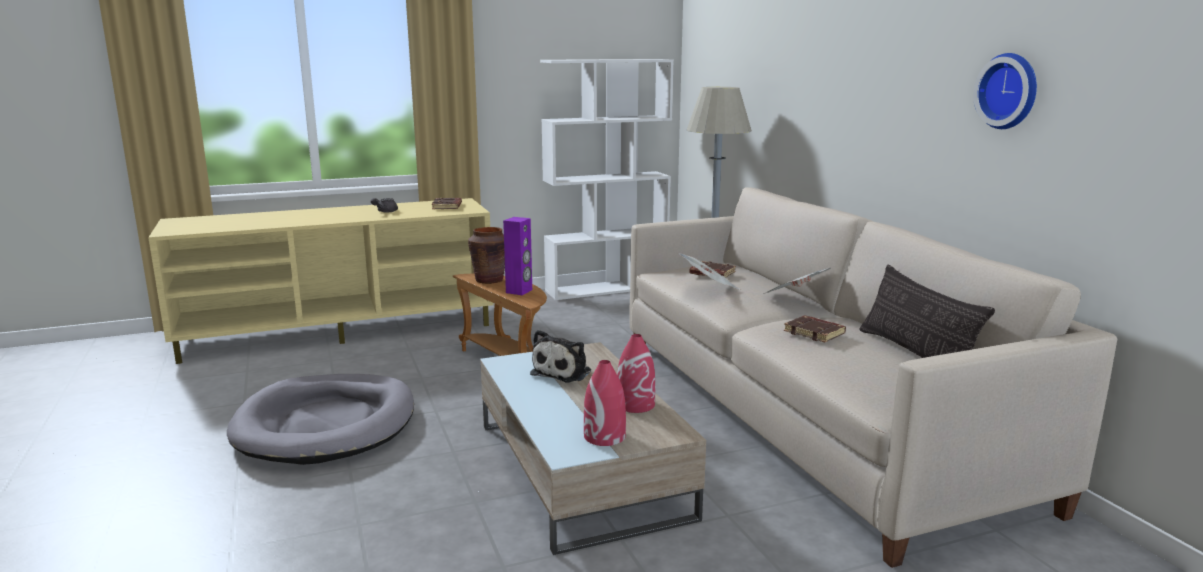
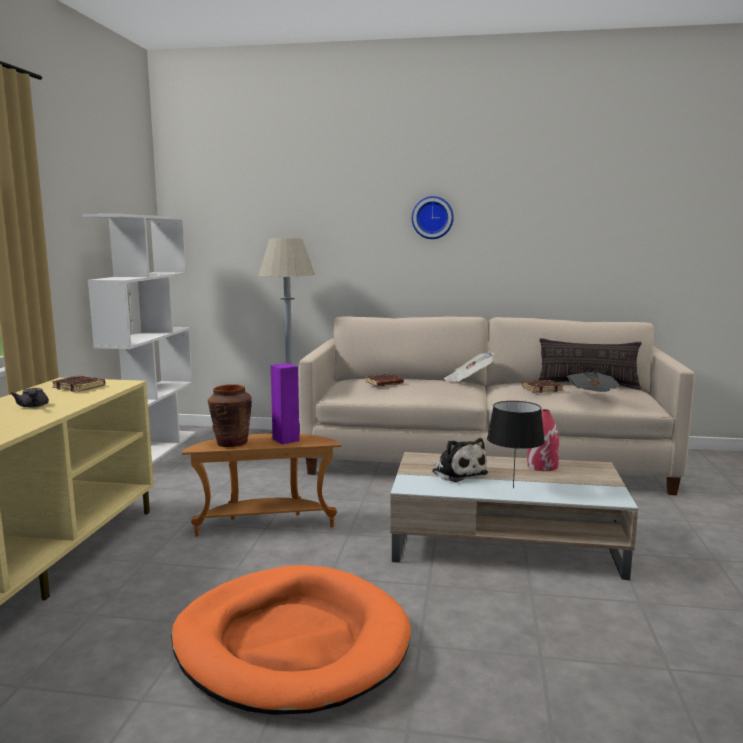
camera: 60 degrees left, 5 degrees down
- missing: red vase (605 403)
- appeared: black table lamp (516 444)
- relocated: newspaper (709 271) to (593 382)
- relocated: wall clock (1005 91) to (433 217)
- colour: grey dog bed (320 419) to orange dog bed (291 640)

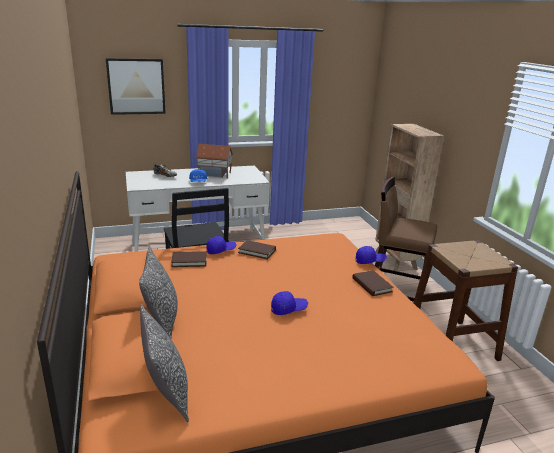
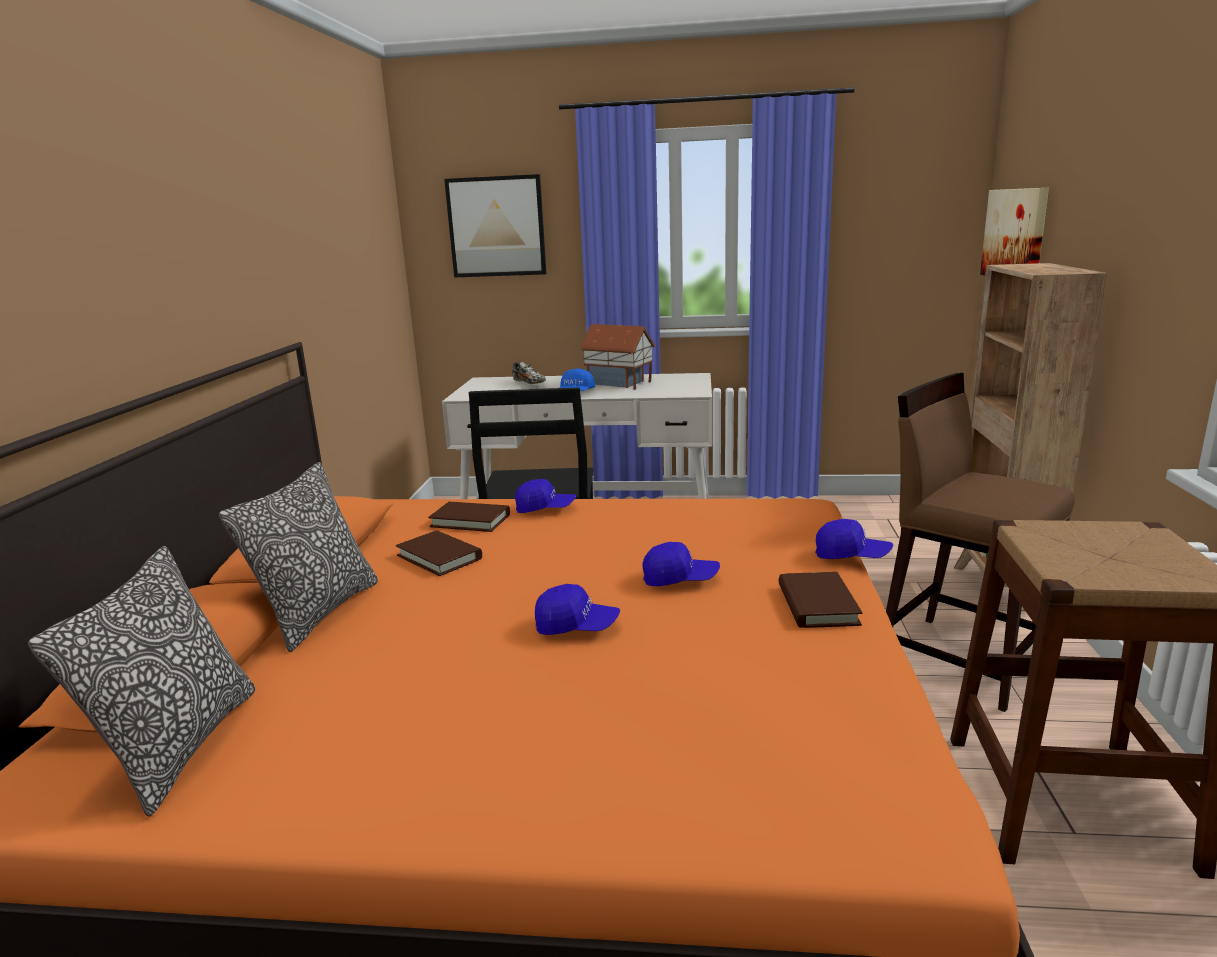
camera: 25 degrees right, 5 degrees down
- appeared: blue cap (681 564)
- appeared: picture (1014 232)
- relocated: brown book (257 249) to (439 553)

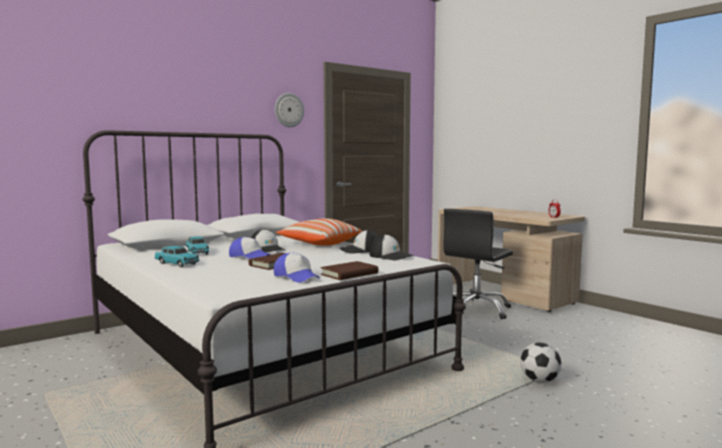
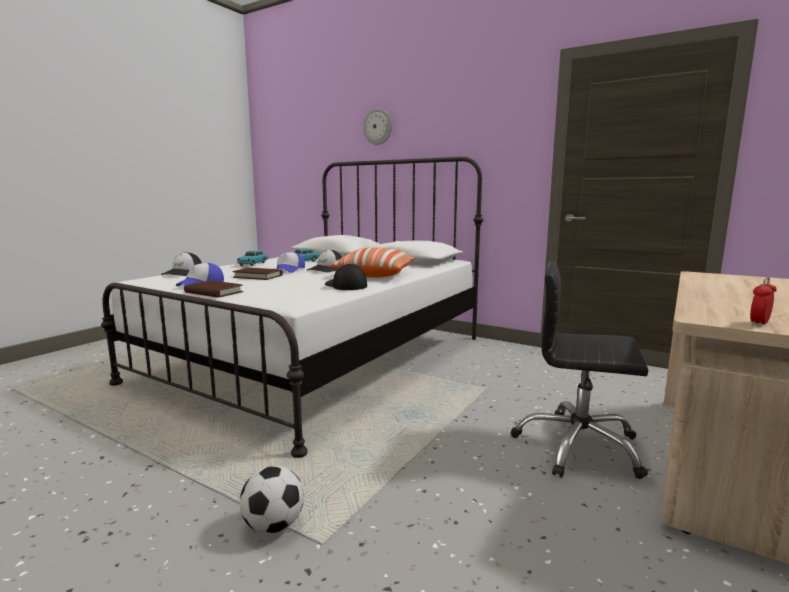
camera: 70 degrees right, 5 degrees up
- relocated: wall clock (289 110) to (377 126)
- relocated: cap (392 247) to (181 264)

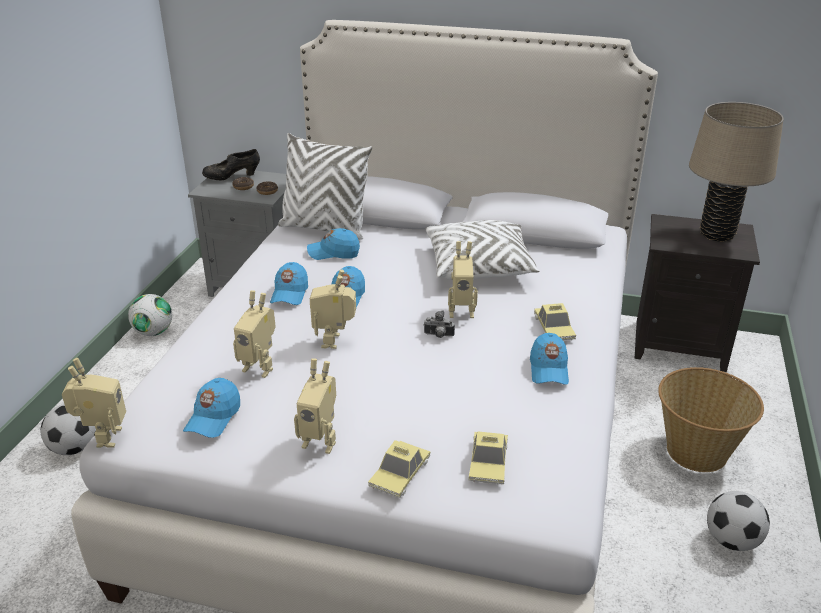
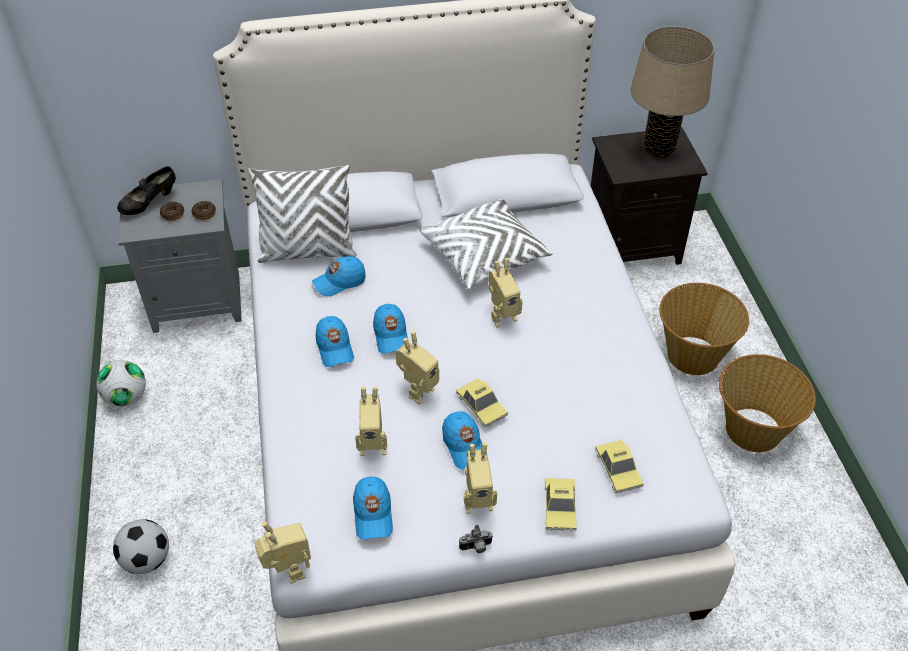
camera: 25 degrees left, 15 degrees up
- relocated: photo camera (439 324) to (476 539)
- relocated: blue cap (549 359) to (464 440)
- relocated: toy car (555 322) to (482 402)
- exchanged: football (738 521) to basket (767 403)
- spun: toy robot (333 309) = (417 367) 120 degrees counterclockwise

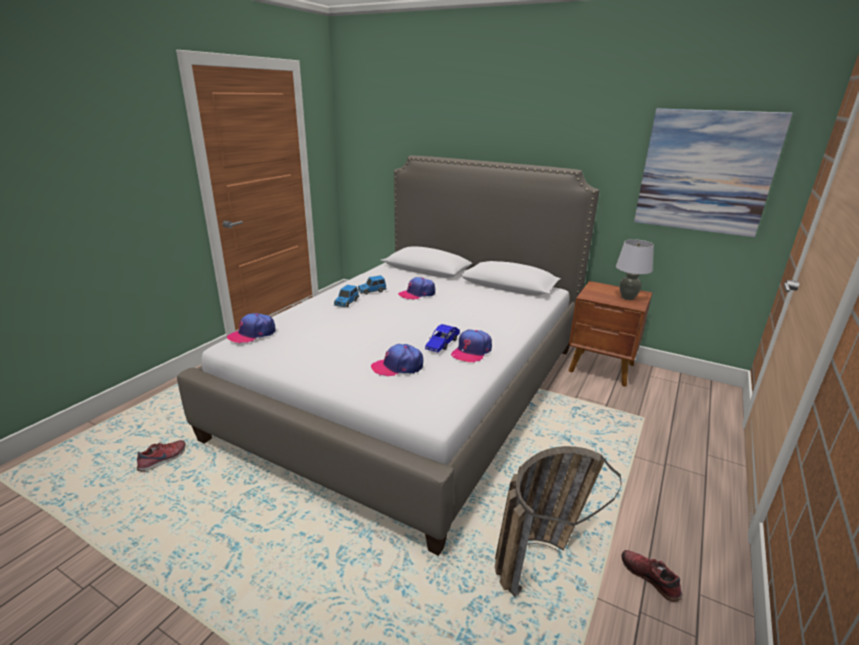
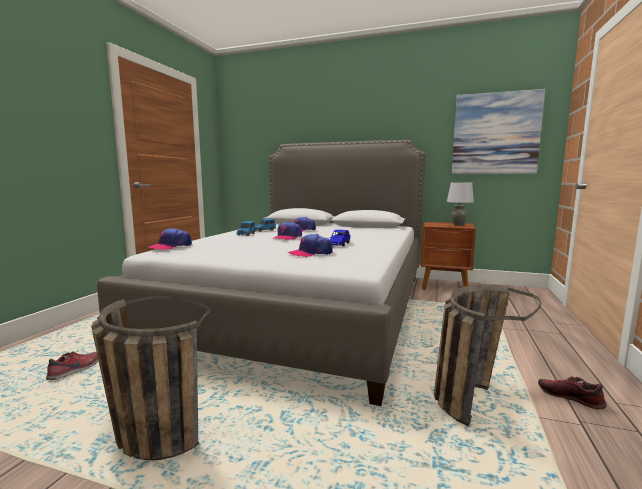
camera: 10 degrees left, 15 degrees down
- appeared: basket (151 377)
- relocated: cap (471 346) to (287 231)

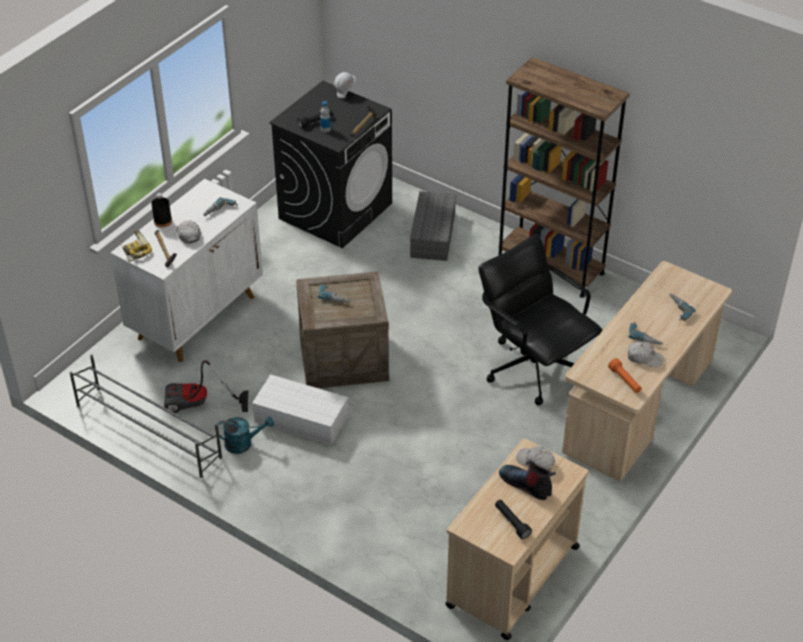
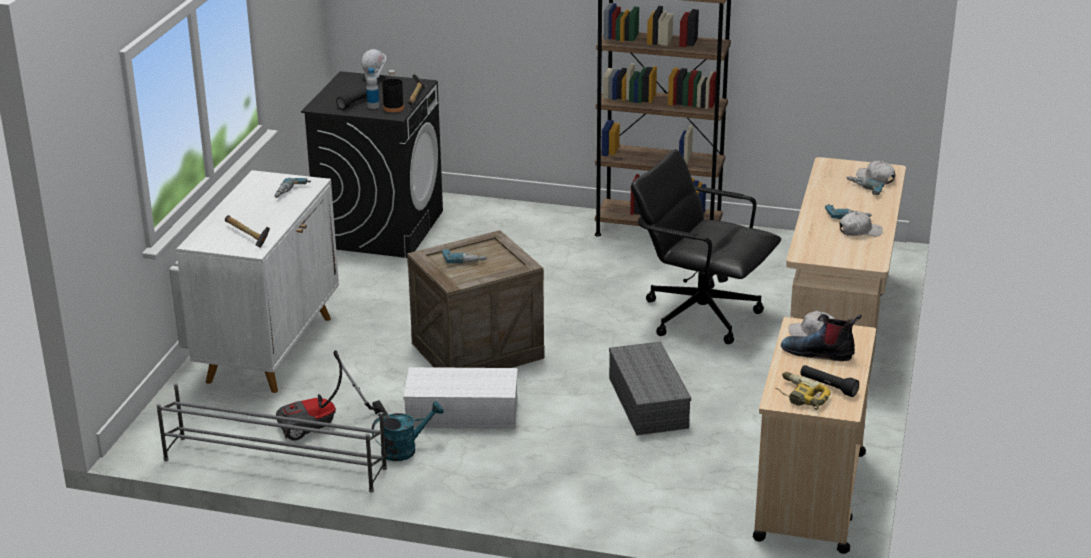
camera: 20 degrees left, 15 degrees down
- missing: orange flashlight (625 375)
- relocated: power drill (136 246) to (803 391)
- relocated: black bottle (161 210) to (393 91)
- relocated: white cap (189 232) to (875 172)
- relocated: grey storage box (433 226) to (650 388)

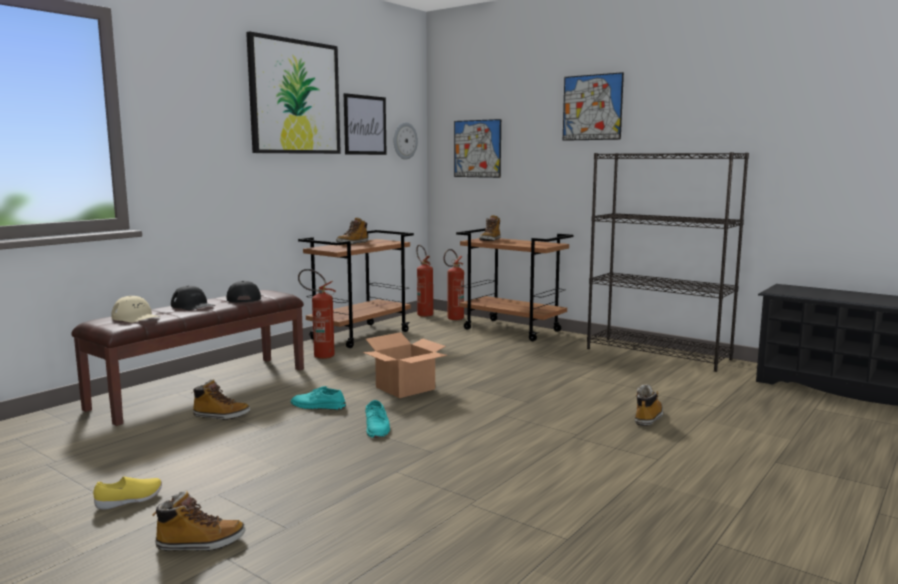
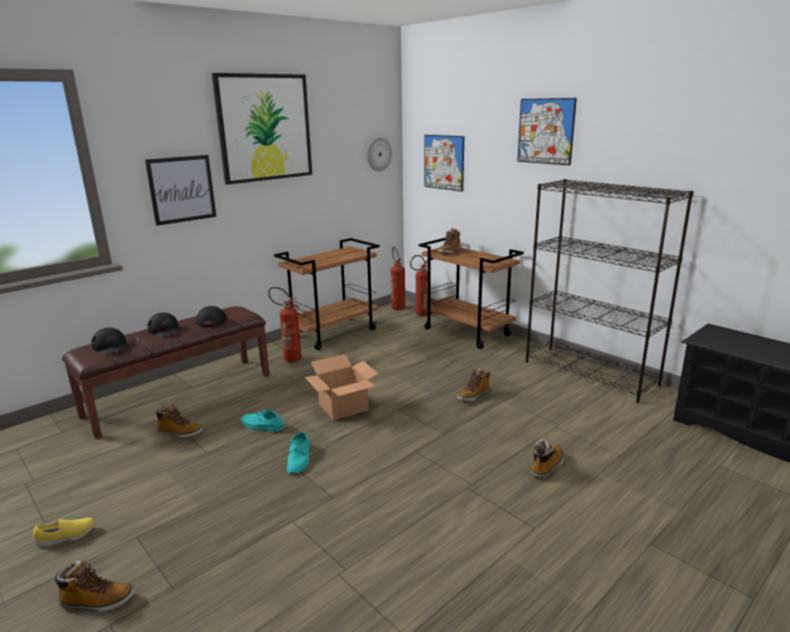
camera: 10 degrees right, 10 degrees up
- relocated: boot (352 230) to (473 384)
- relocated: picture (365 124) to (180 190)
- colour: beige cap (135 309) to black cap (110 341)

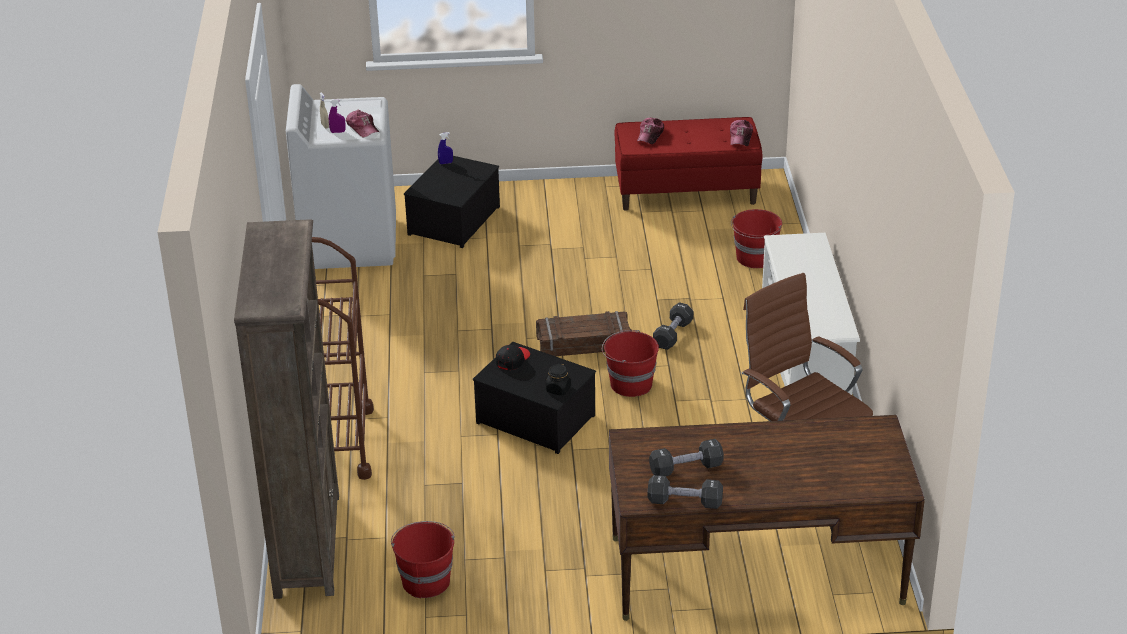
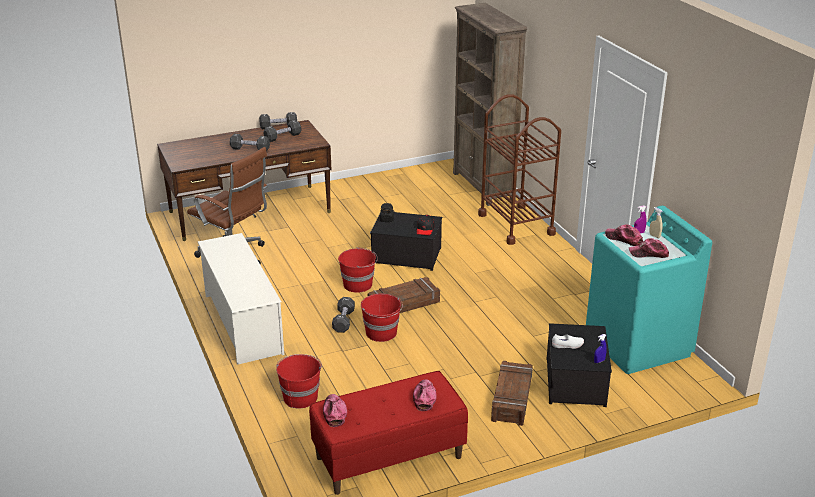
camera: 160 degrees right, 5 degrees down
- appeared: black dumbbell (250 142)
- appeared: crate (512 393)
- appeared: white shoe (568 341)
- appeared: cap (649 248)
- relocated: red bucket (423 559) to (382 318)
- colour: white washing machine (341 176) to turquoise washing machine (649 290)

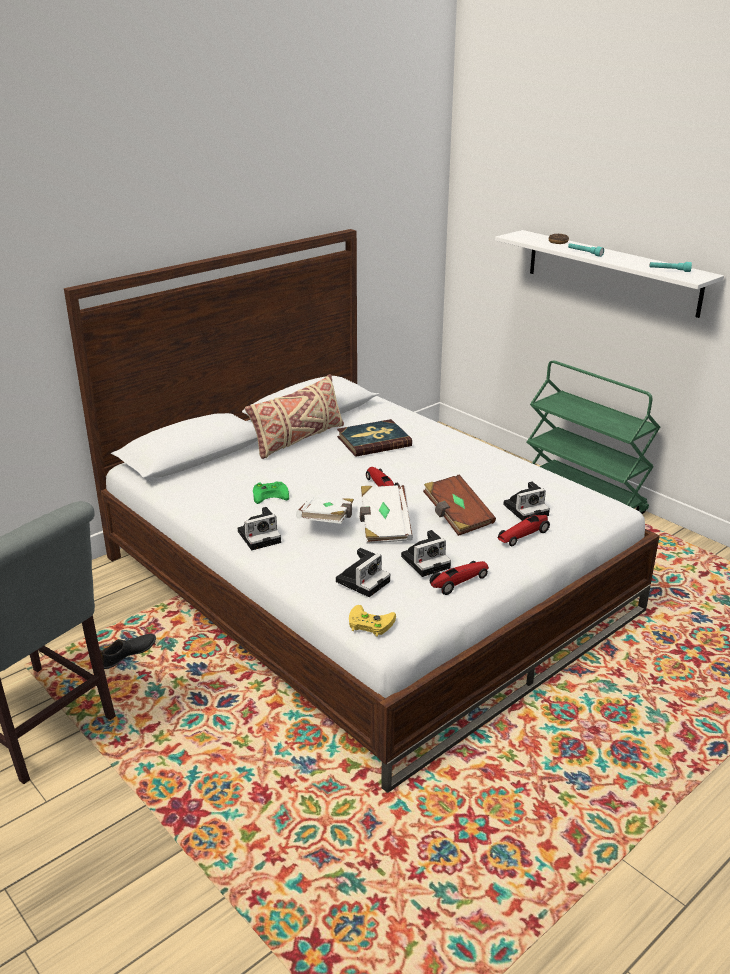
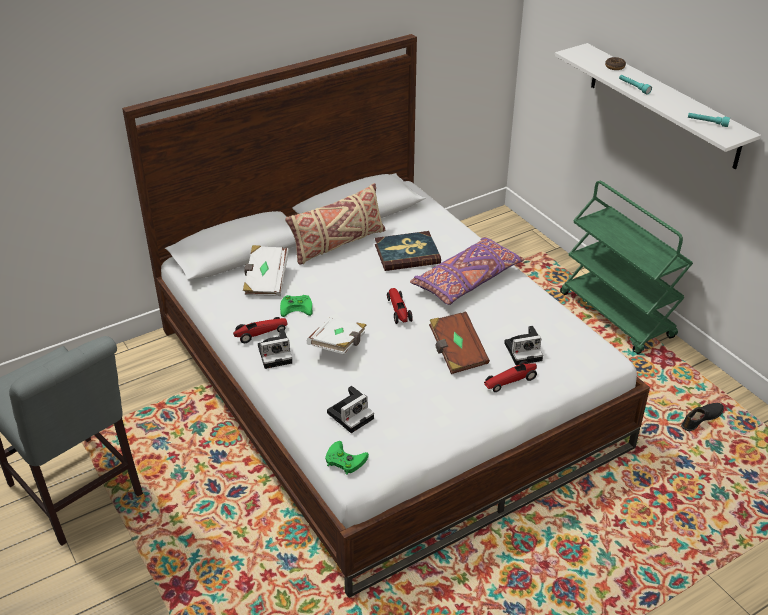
camera: 10 degrees right, 10 degrees up
- missing: photo camera (426 553)
- appeared: purple pillow (467 271)
- relocated: black shoe (128 651) to (702 417)
- relocated: white book (386 514) to (266 270)
- relocated: toy car (459 578) to (260 330)
- colour: yellow game controller (372 621) to green game controller (347 458)

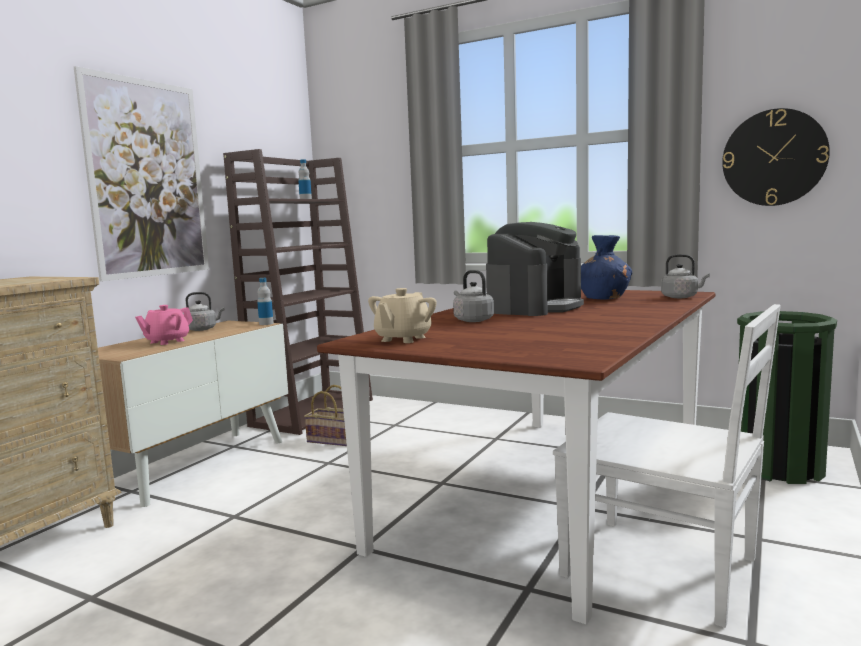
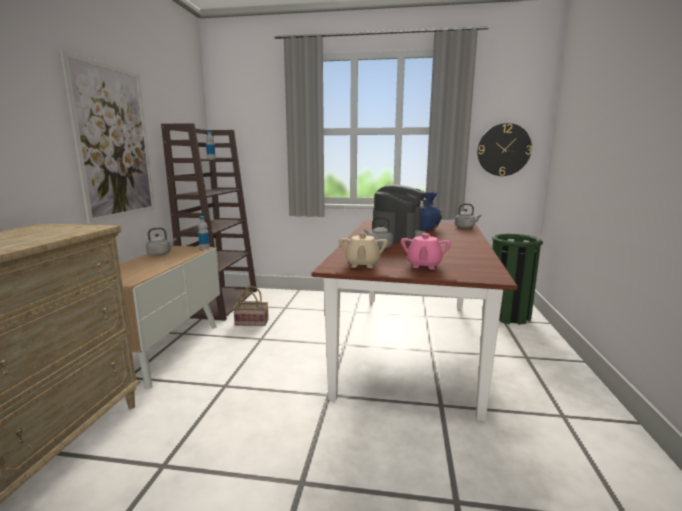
camera: 20 degrees left, 5 degrees up
- missing: white chair (667 466)
- relocated: pink teapot (164 325) to (426 251)

